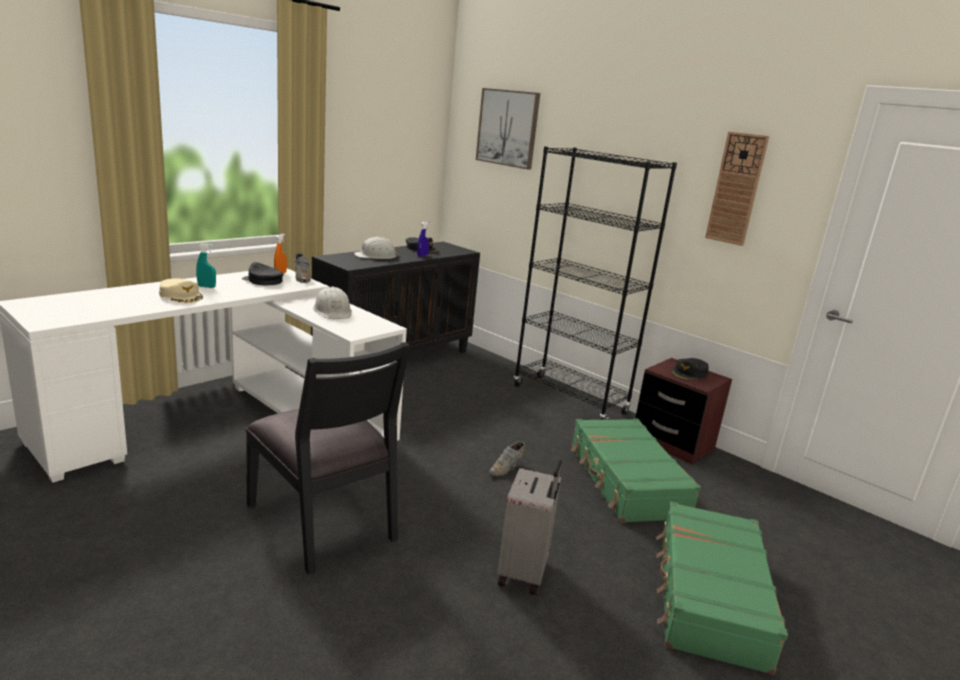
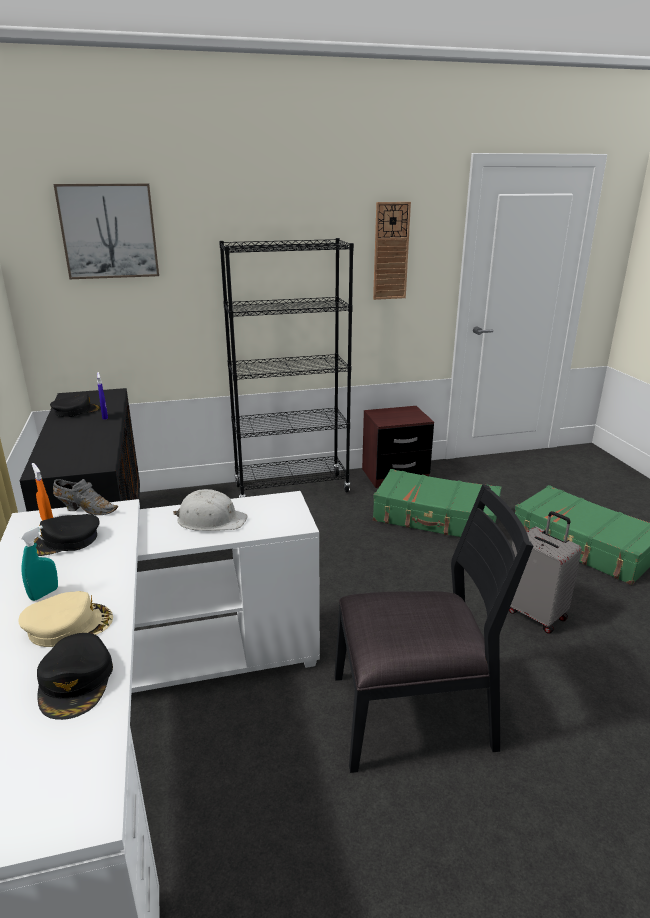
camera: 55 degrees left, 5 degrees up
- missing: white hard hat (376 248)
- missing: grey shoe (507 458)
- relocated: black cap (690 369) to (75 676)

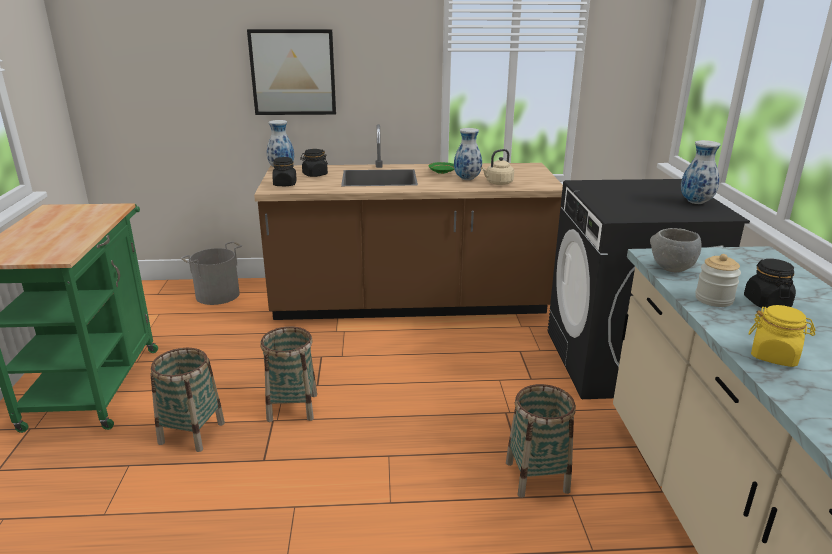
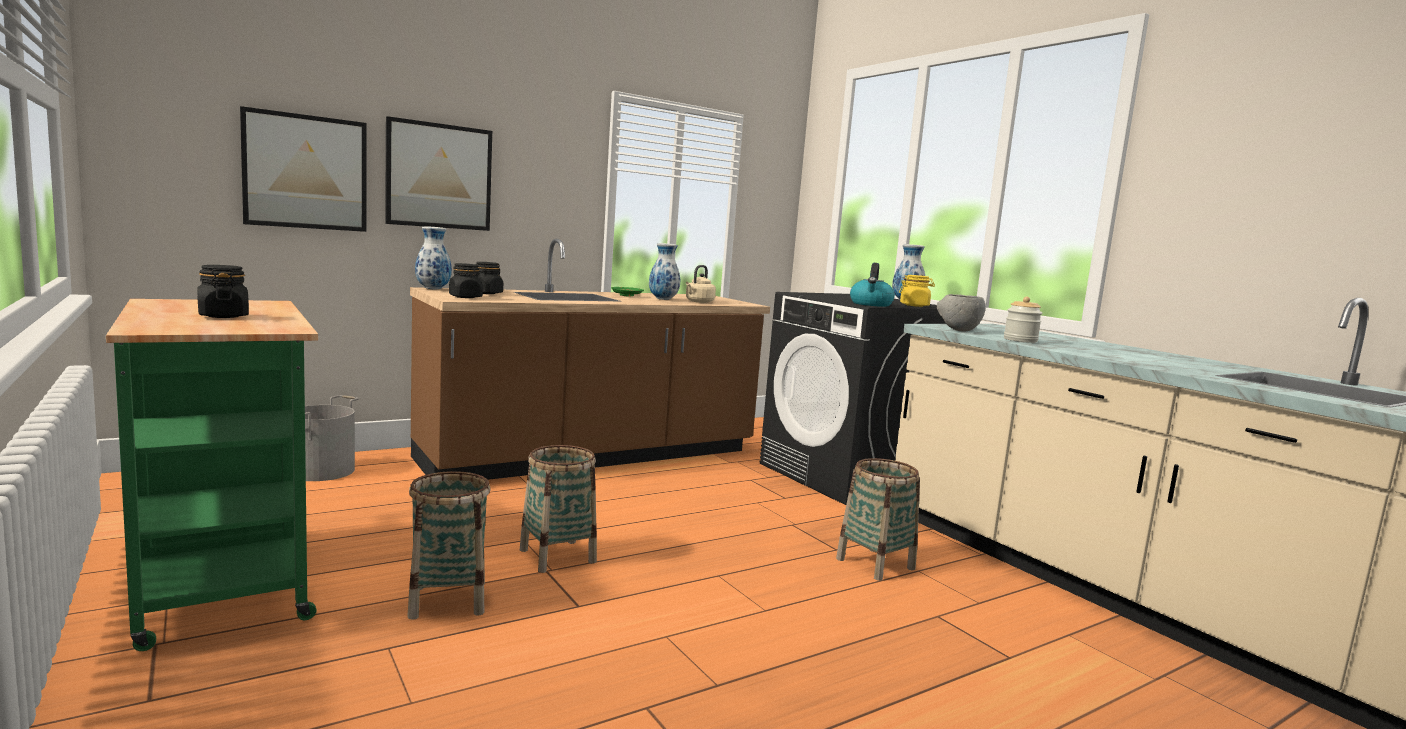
camera: 30 degrees left, 15 degrees down
- appeared: picture (303 169)
- appeared: kettle (872 285)
- relocated: black jar (770 283) to (223 291)
- relocated: yellow jar (782 336) to (917 291)

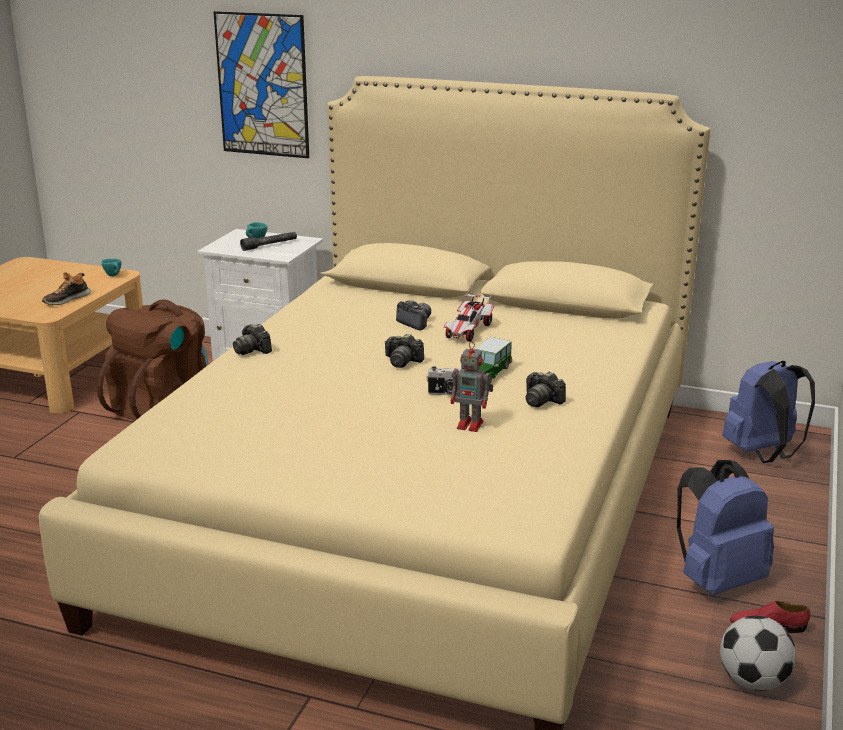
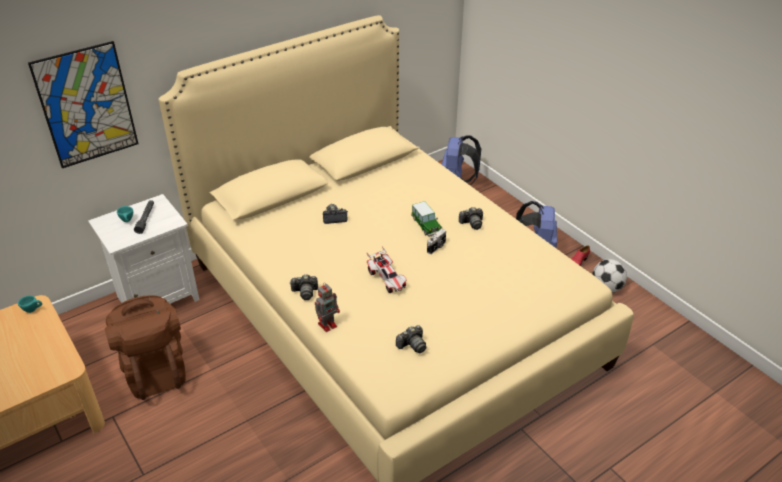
camera: 55 degrees left, 15 degrees up
- missing: shoe (66 288)
- relocated: photo camera (404 351) to (411 339)
- relocated: toy car (469 316) to (387 269)
- relocated: toy robot (472 386) to (327 308)

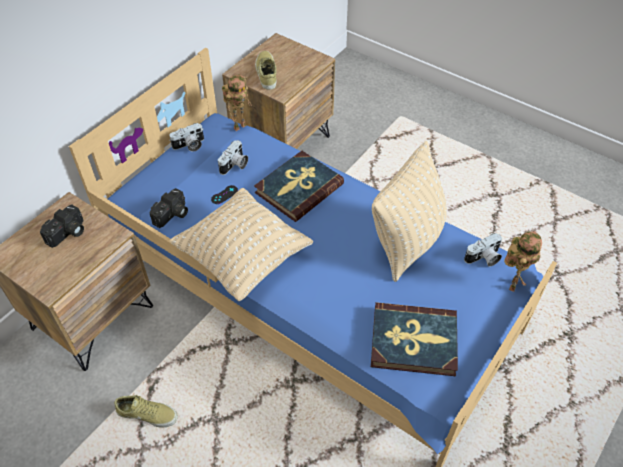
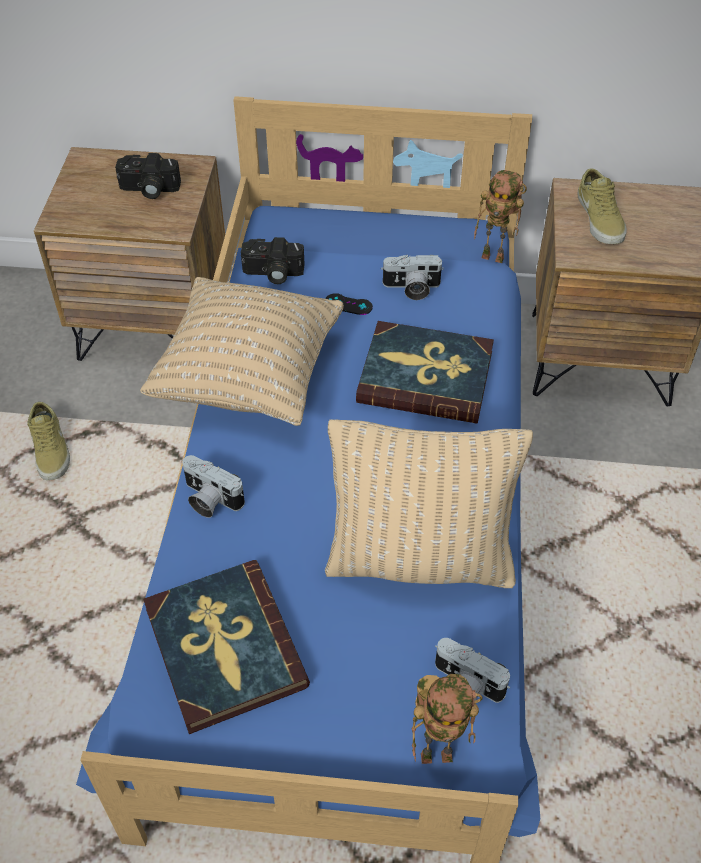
camera: 60 degrees right, 0 degrees up
- relocated: photo camera (186 137) to (213 486)
- spun: beige shoe (266 70) = (602 206) 120 degrees clockwise

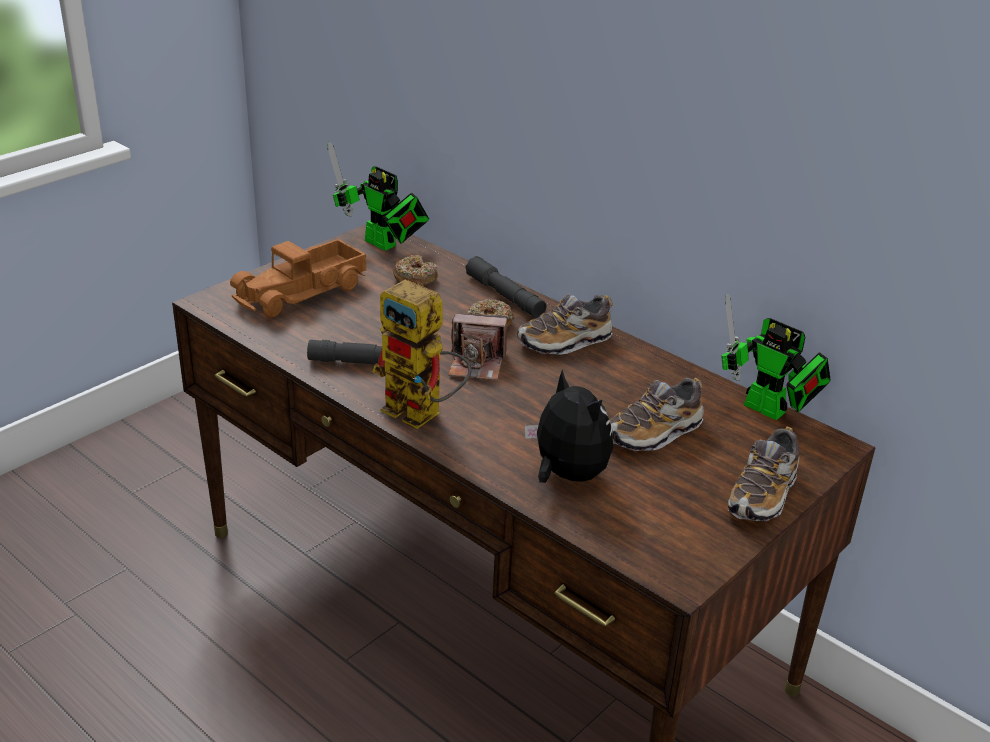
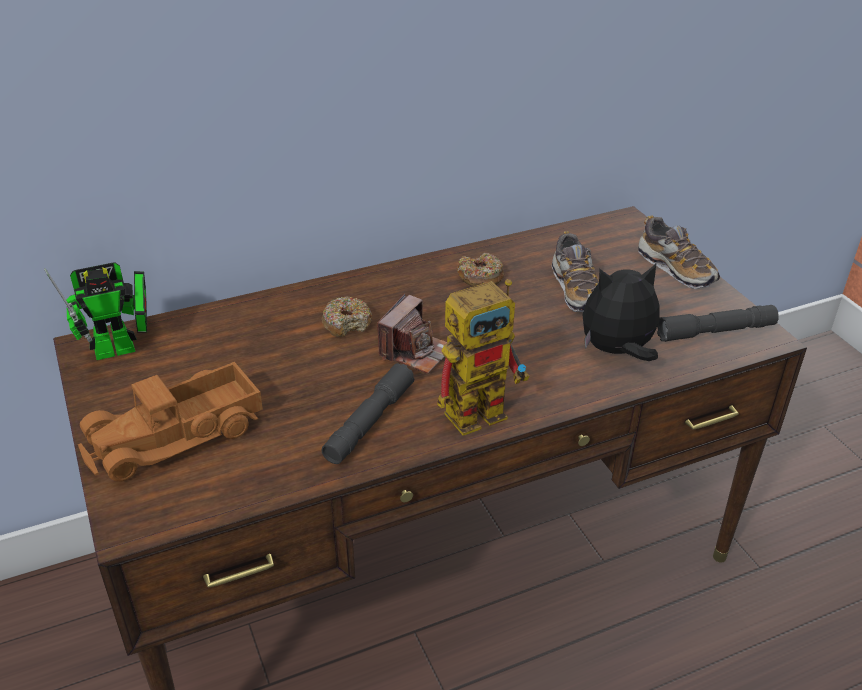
camera: 65 degrees left, 5 degrees up
- missing: shoe (565 324)
- missing: toy robot (776 356)
- relocated: donut (415 270) to (480 270)
- relocated: grey flashlight (505 287) to (718 323)
- spun: toy truck (298 278) = (170 422) 75 degrees clockwise

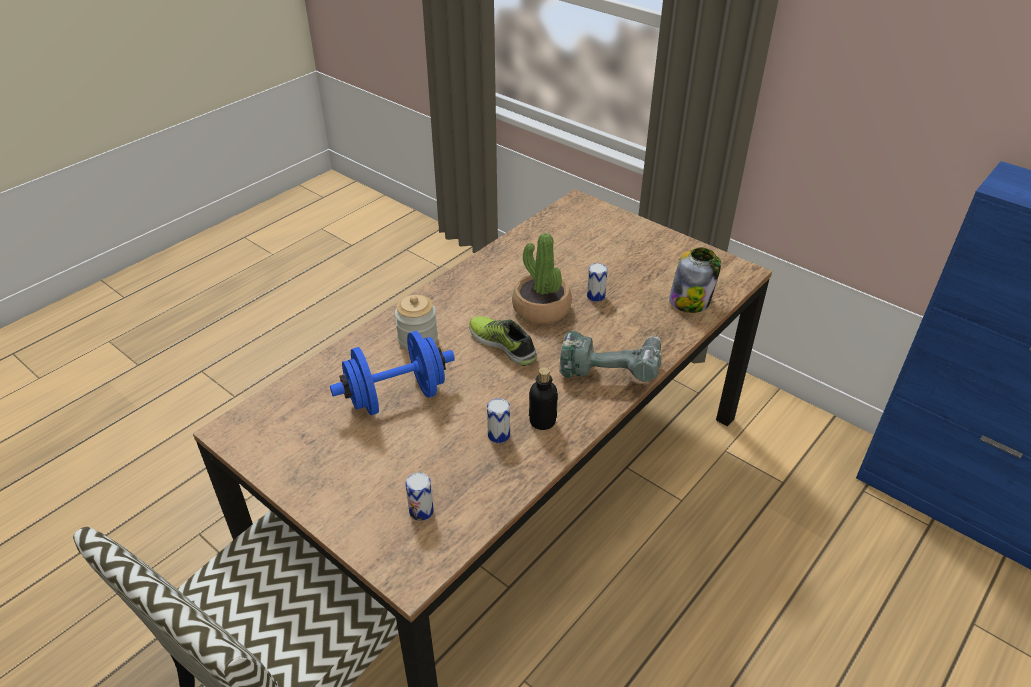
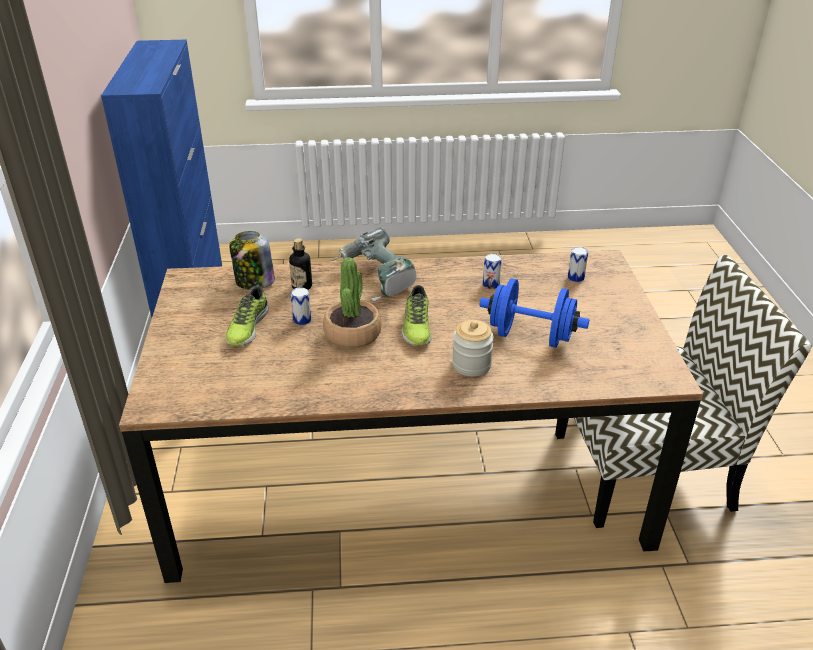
camera: 135 degrees left, 5 degrees down
- appeared: shoe (247 316)
- relocated: bottle (543 398) to (300 264)

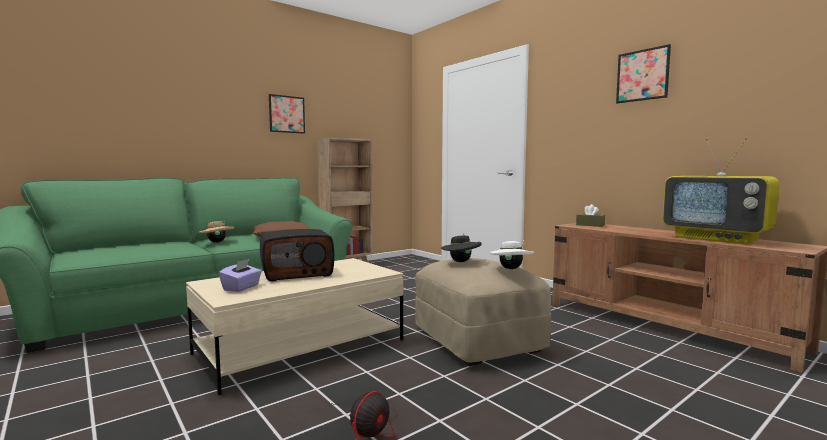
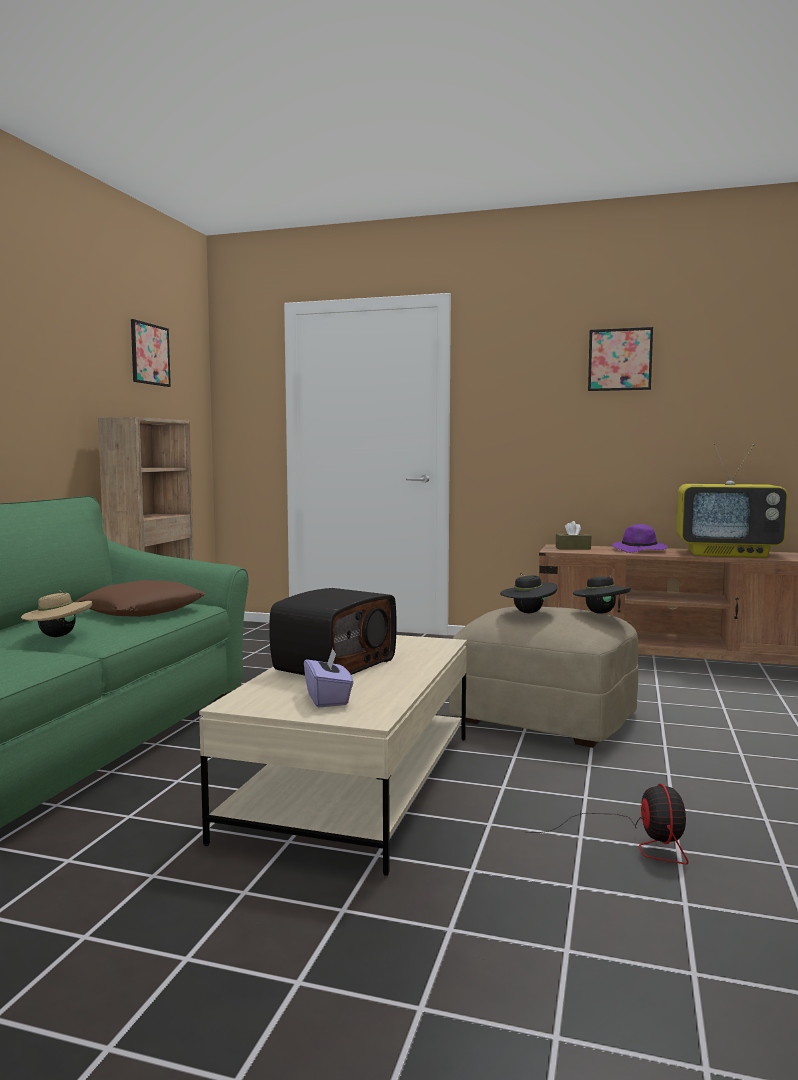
camera: 35 degrees left, 0 degrees up
- appeared: purple hat (640 538)
- relocated: picture (287 114) to (151 353)
- colour: white hat (512 255) to black hat (602 594)

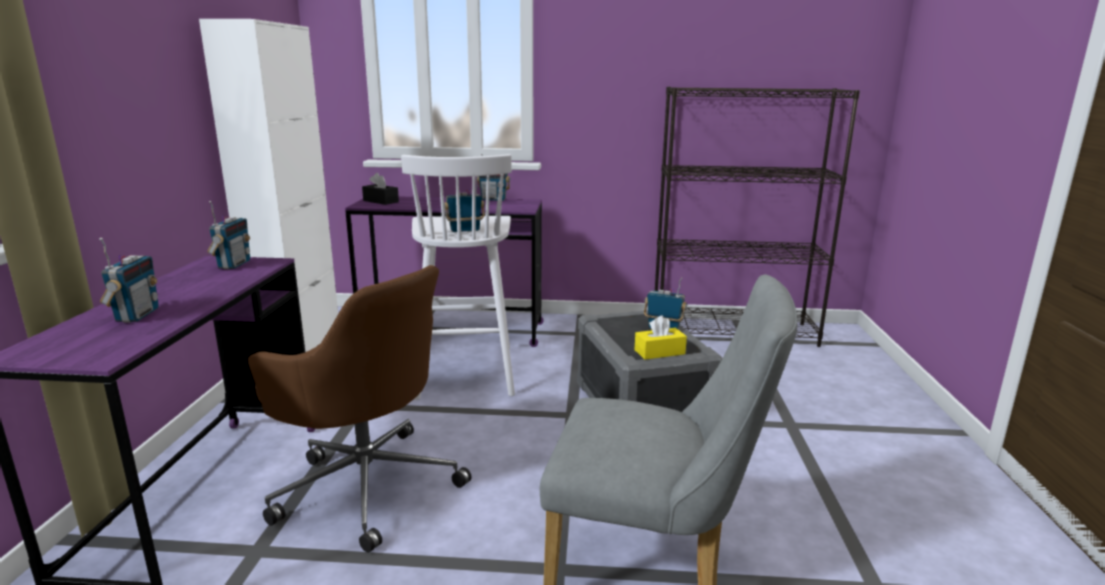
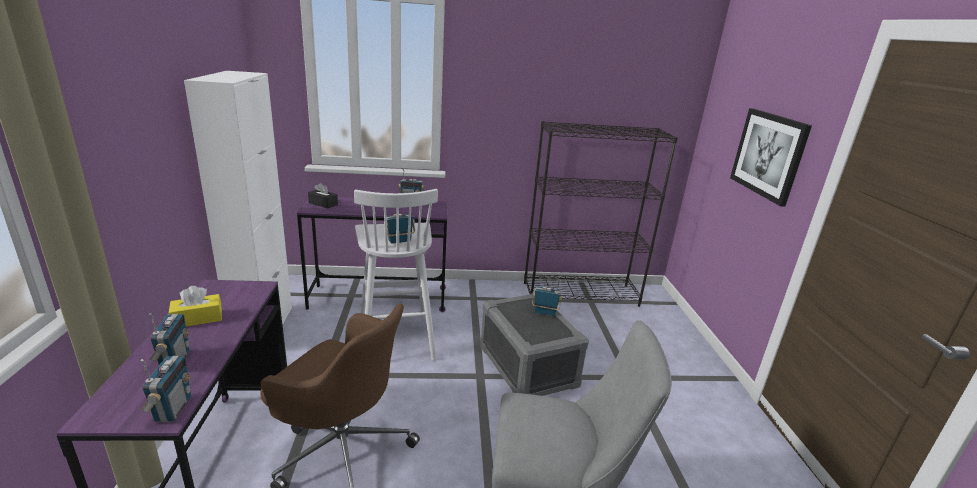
camera: 10 degrees left, 5 degrees up
- appeared: picture (771 157)
- relocated: radio (228 235) to (166 389)
- relocated: yellow tissue box (661 337) to (195 306)

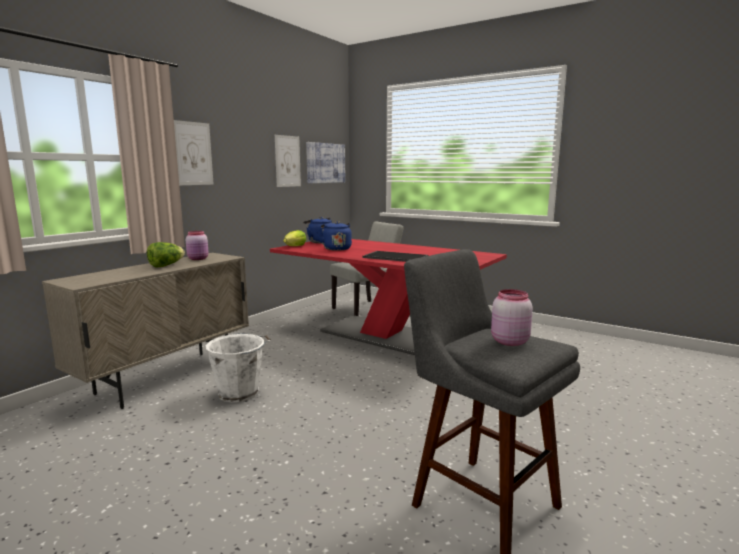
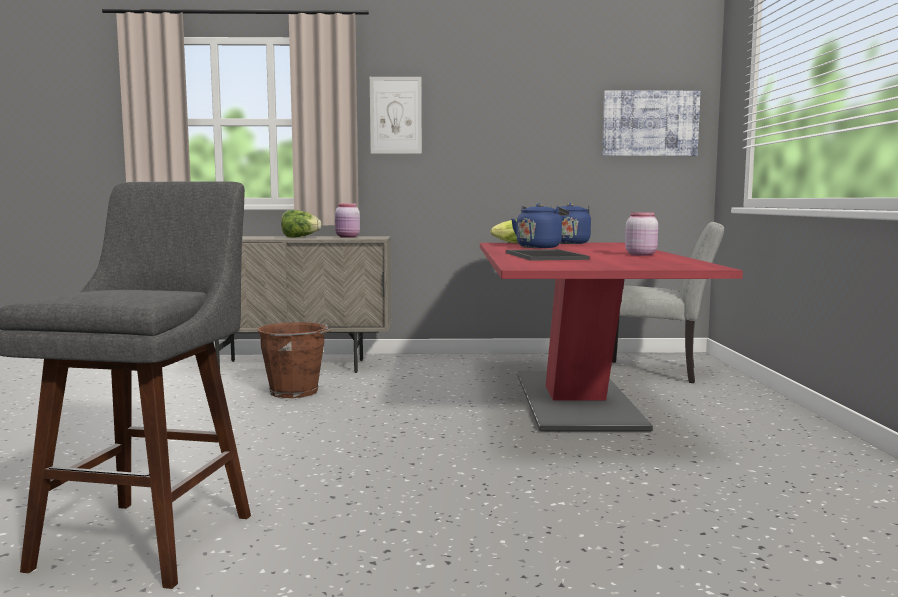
camera: 55 degrees right, 5 degrees down
- missing: picture (288 161)
- relocated: pink jar (512 317) to (641 234)
- colour: white bucket (238 368) to brown bucket (294 360)

